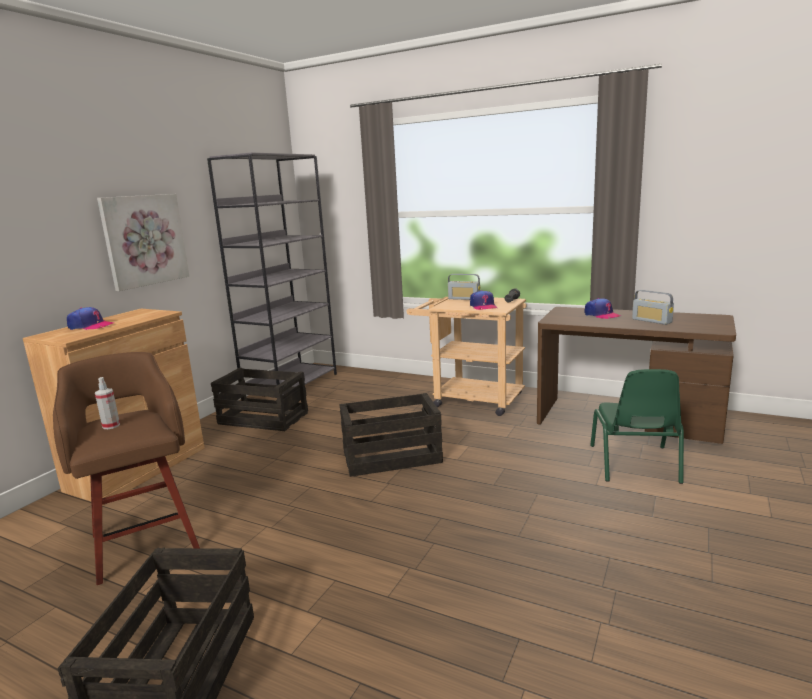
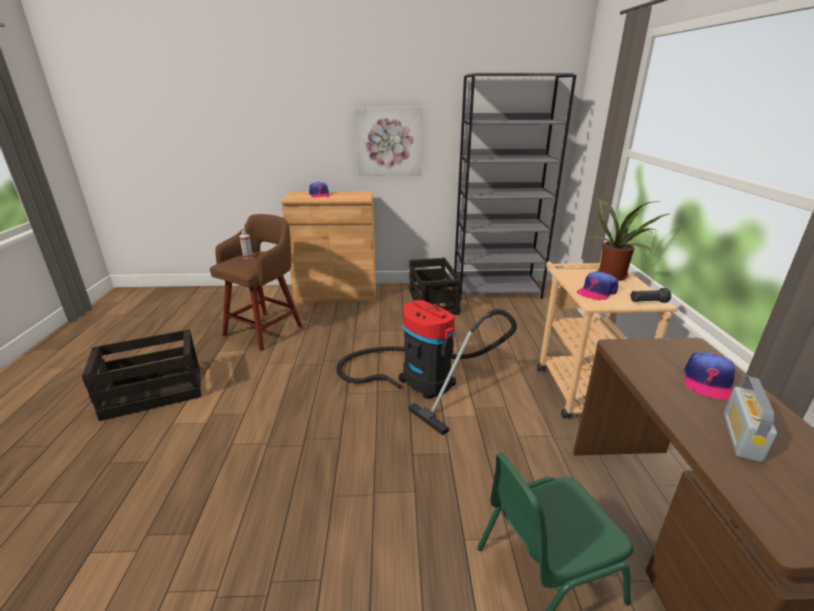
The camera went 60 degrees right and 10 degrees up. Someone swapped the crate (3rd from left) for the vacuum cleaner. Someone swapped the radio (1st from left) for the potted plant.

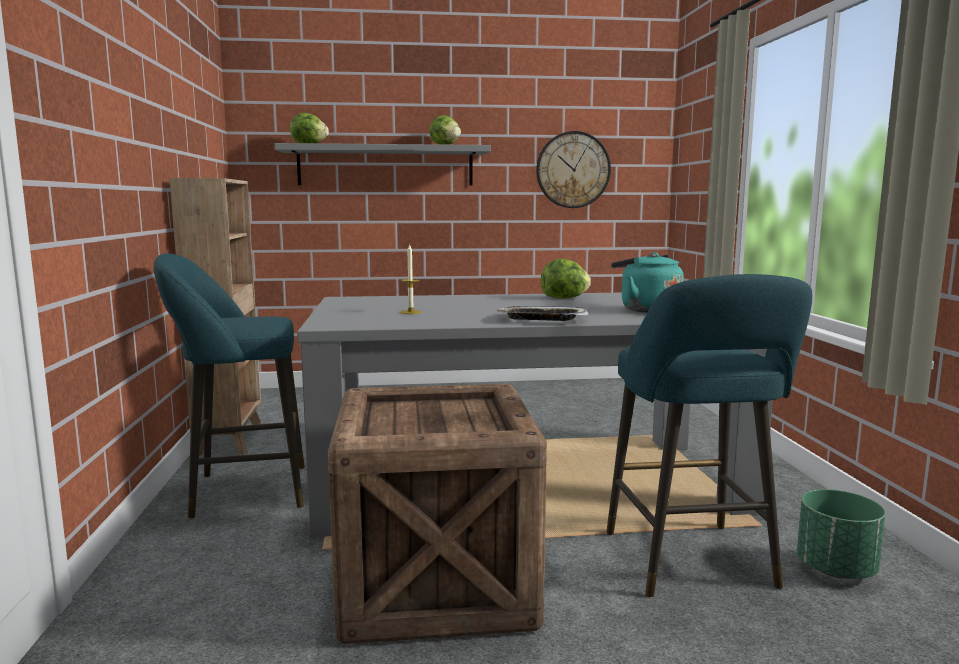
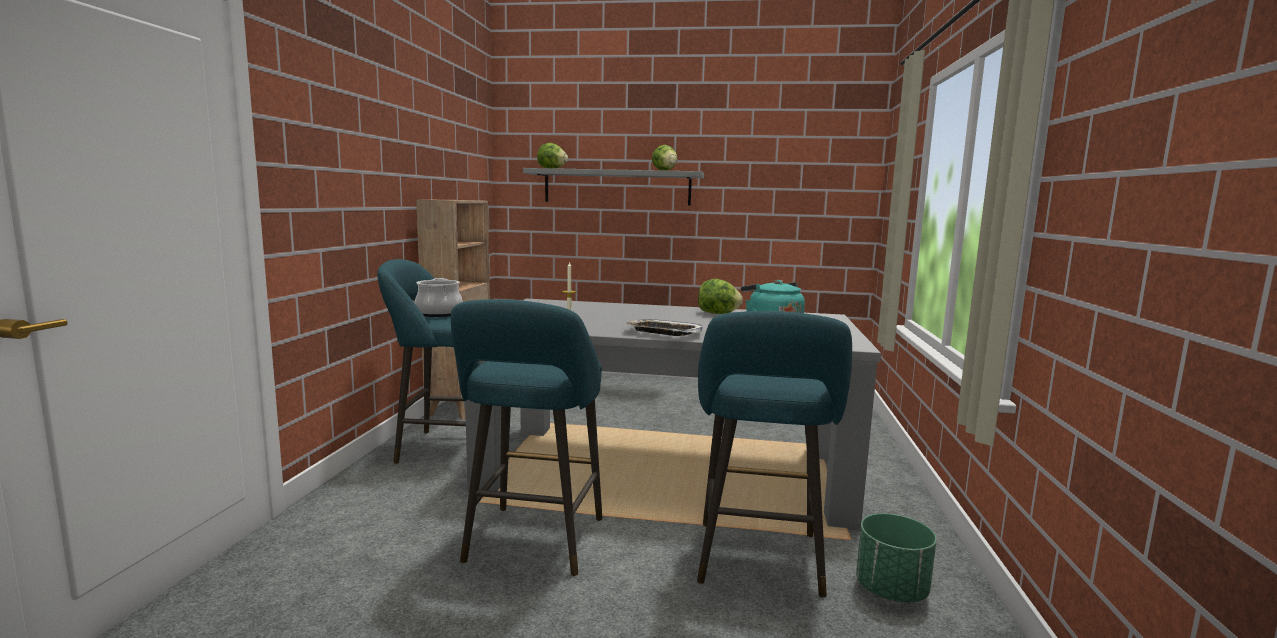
The camera went 15 degrees right and 0 degrees up. Someone put down the cooking pot. Someone swapped the crate for the stool/turquoise (2nd from left). Someone took away the wall clock.

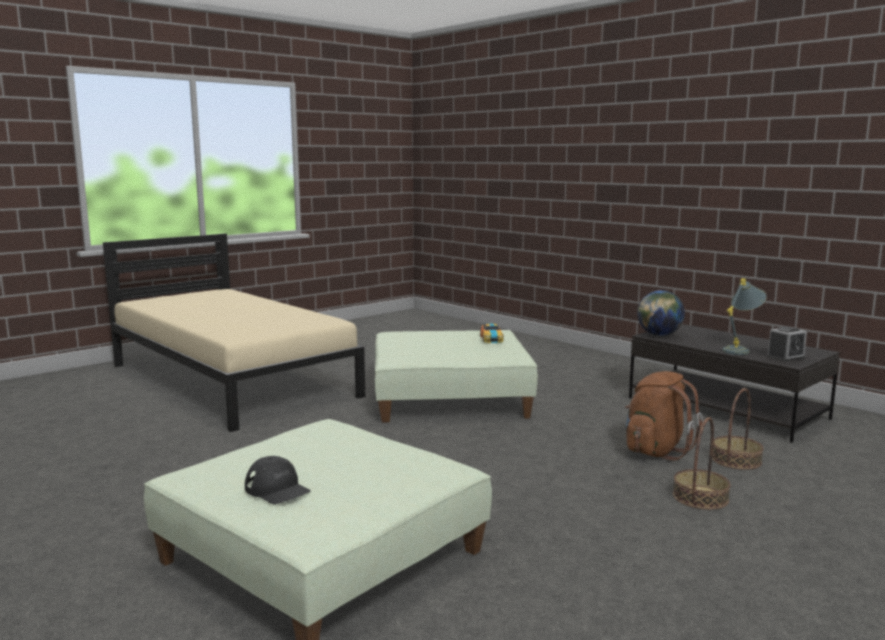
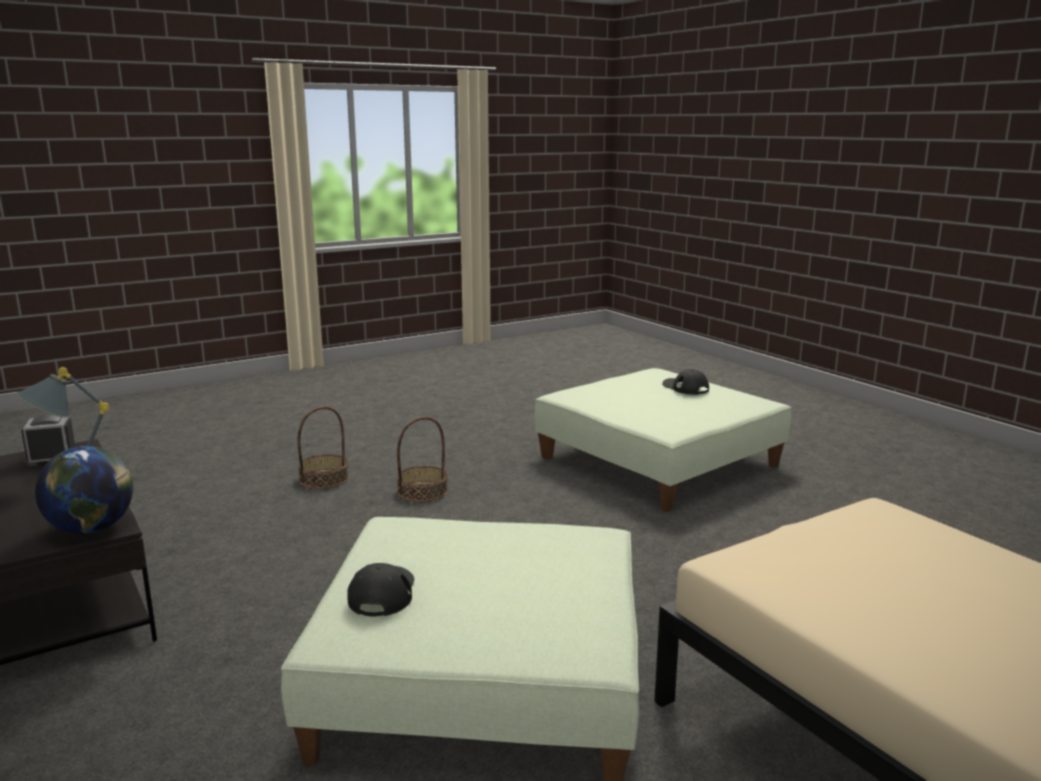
The camera went 170 degrees left and 5 degrees up. Someone swapped the toy car for the cap/black (1st from left). Someone carried the basket (2nd from left). Someone took away the backpack/brown.

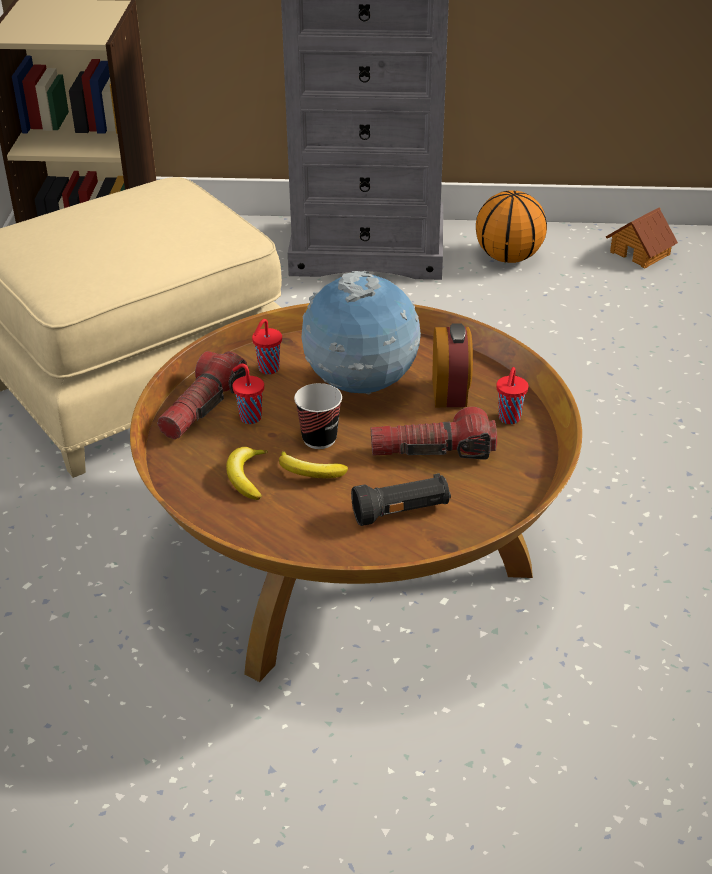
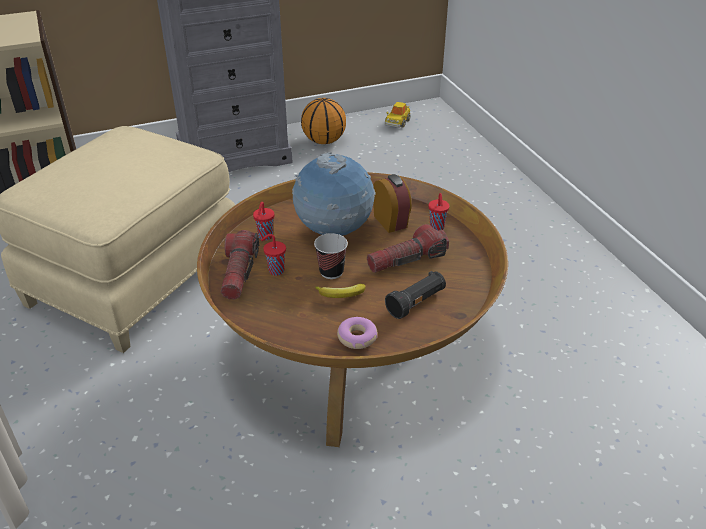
The camera went 25 degrees left and 0 degrees up. Someone put down the donut. Someone swapped the toy house for the toy car. Someone took away the banana (1st from left).

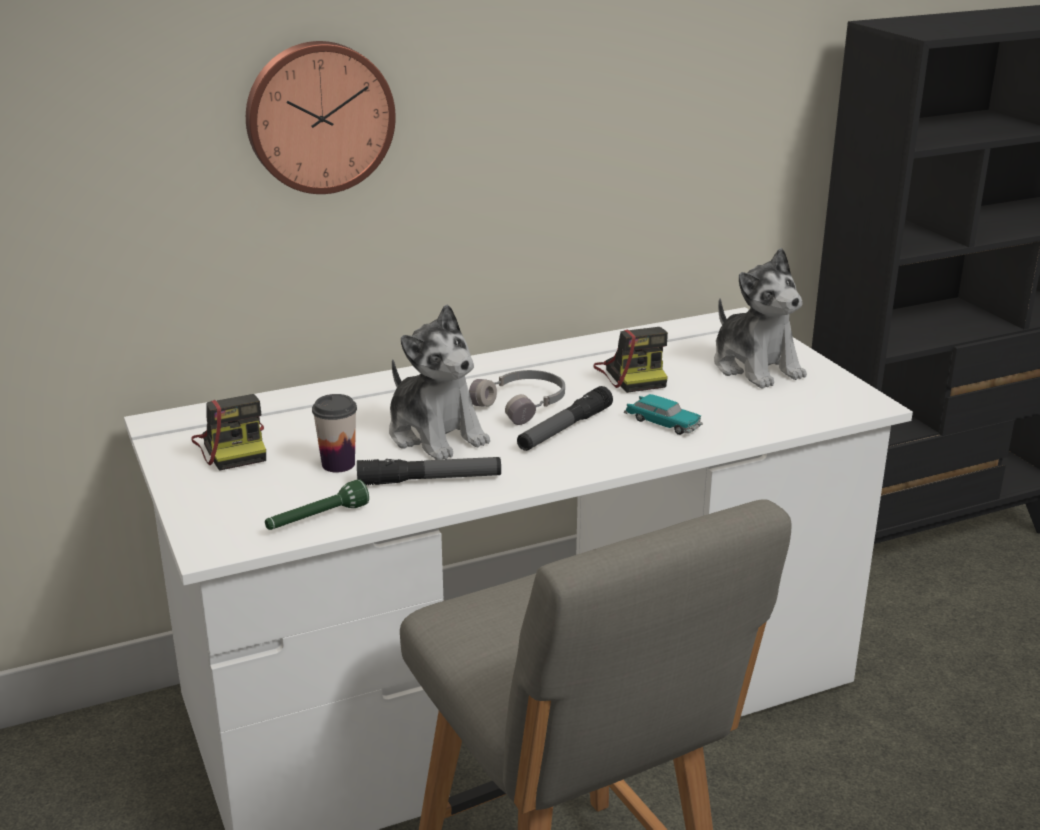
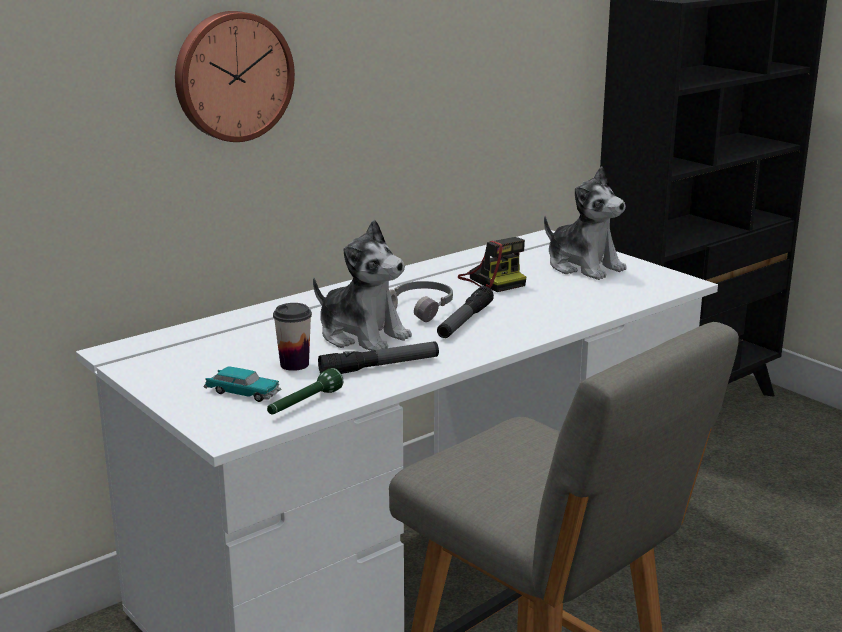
The camera went 15 degrees left and 5 degrees down. Someone carried the toy car. Someone took away the photo camera (1st from left).

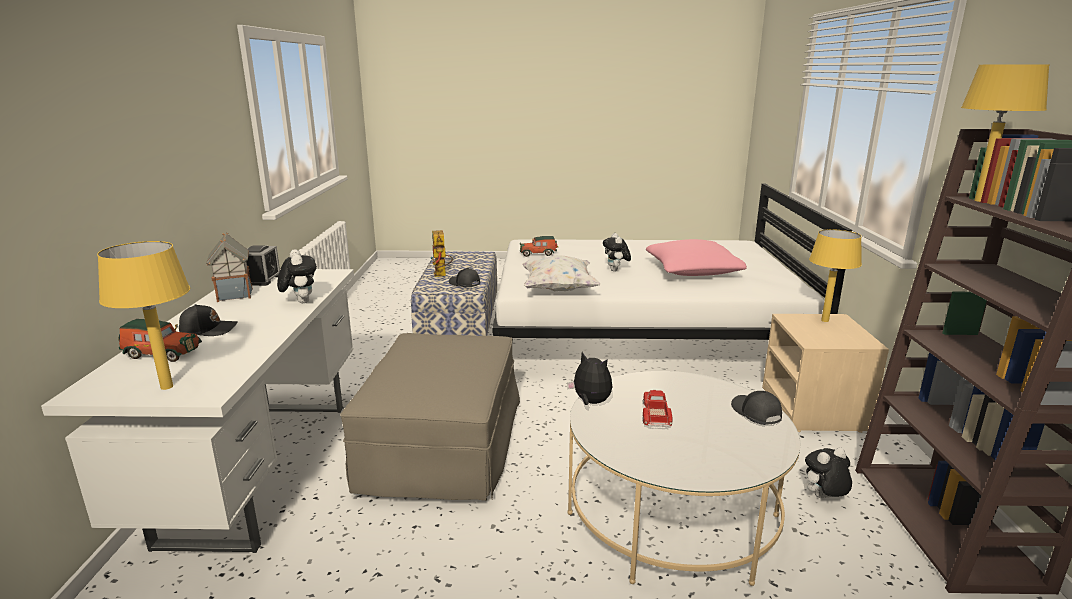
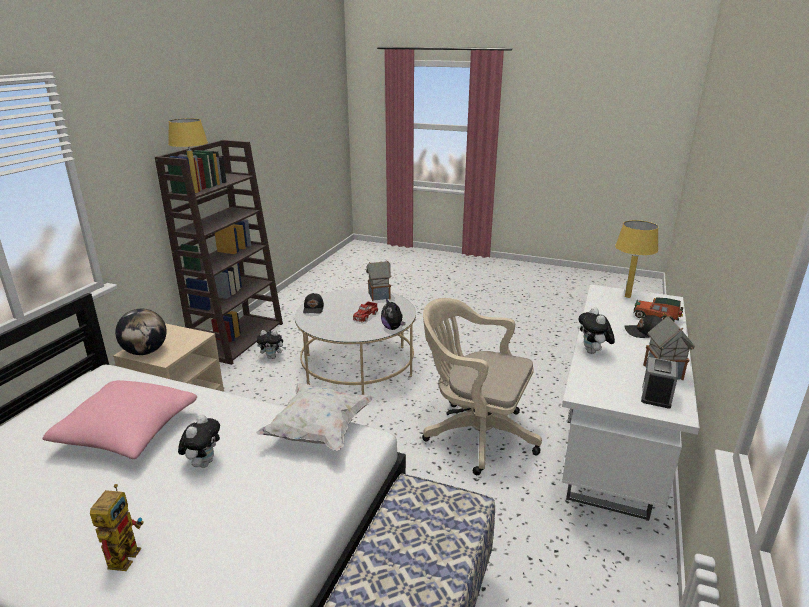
The camera went 160 degrees left and 5 degrees up. Someone carried the toy robot. Someone swapped the table lamp/yellow (2nd from left) for the globe. Someone put down the toy house (1st from left). Someone swapped the ottoman/beige for the office chair/beige. Someone took away the cap/black (2nd from left). Someone took away the toy car (2nd from left).

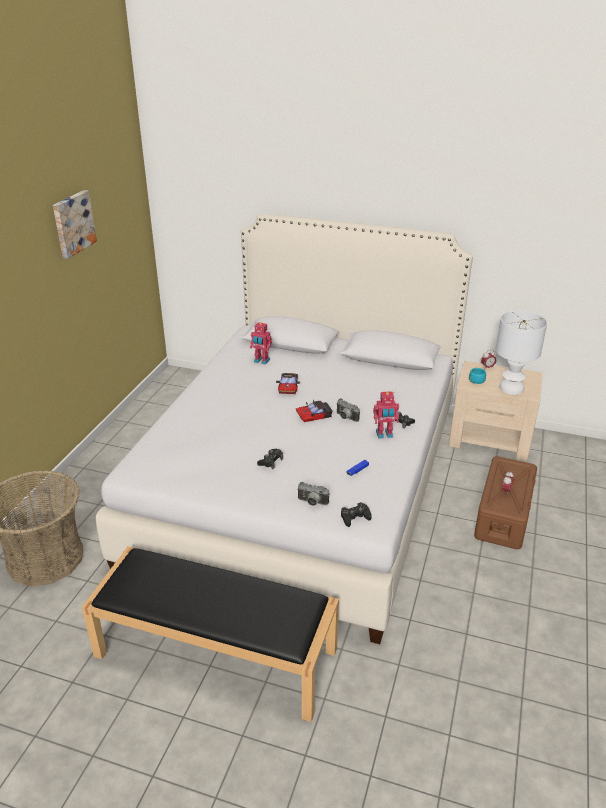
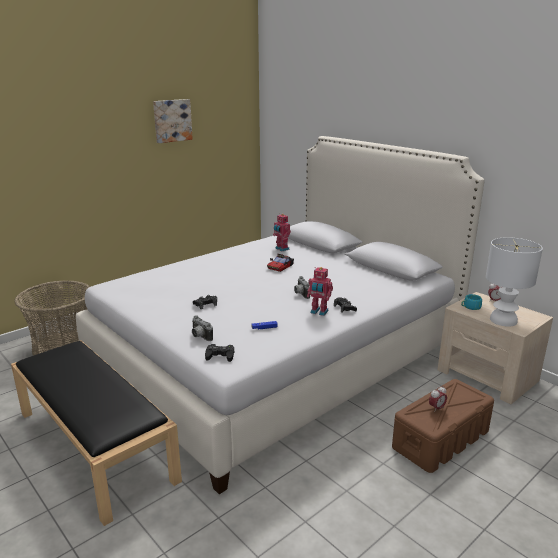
The camera went 30 degrees right and 10 degrees down. Someone took away the toy car (2nd from left).

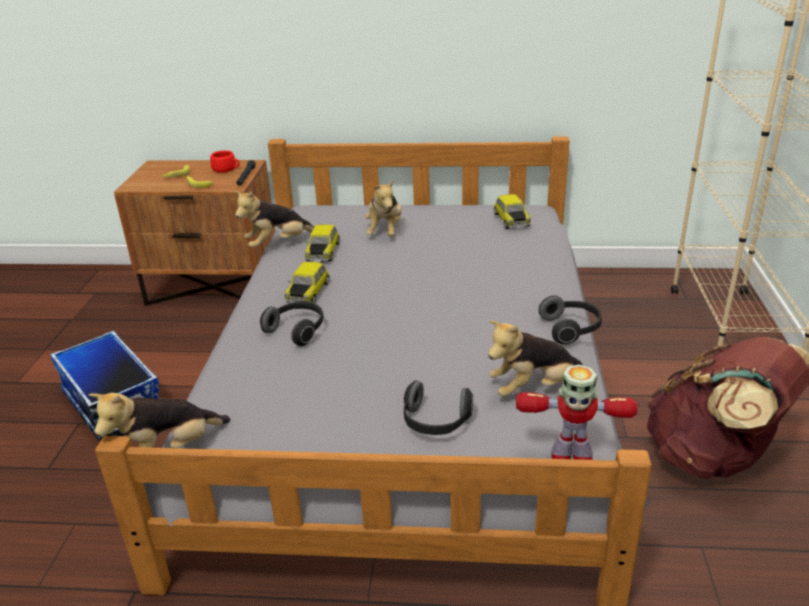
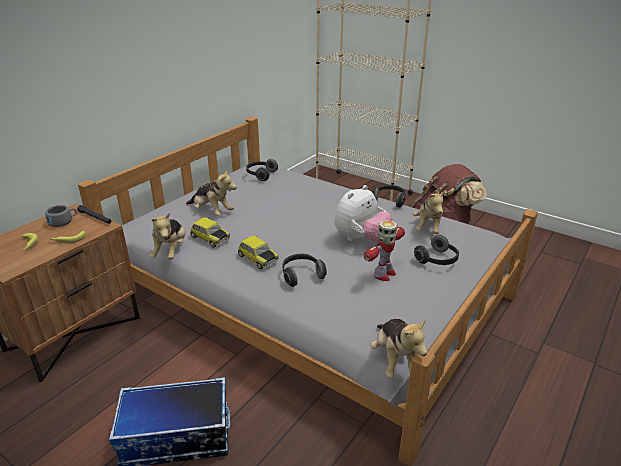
The camera went 60 degrees left and 0 degrees up. Someone repainted the cup/red, which became the cup/grey. Someone swapped the toy car (3rd from left) for the headphones (1st from left). Someone put down the plush toy (3rd from left). Someone carried the toy robot.

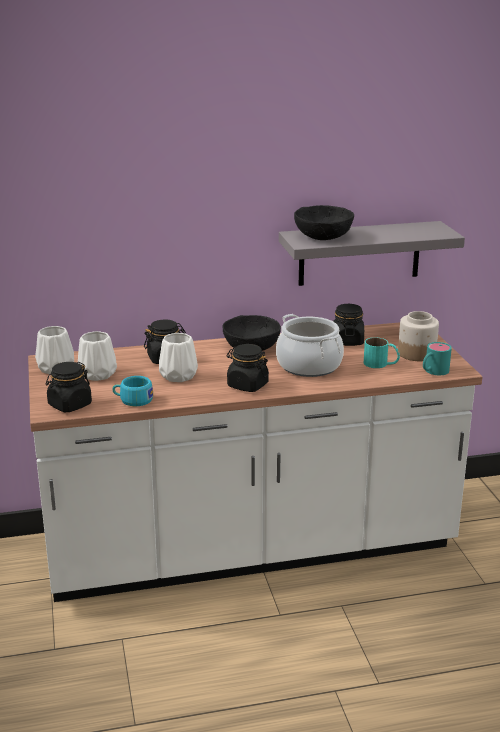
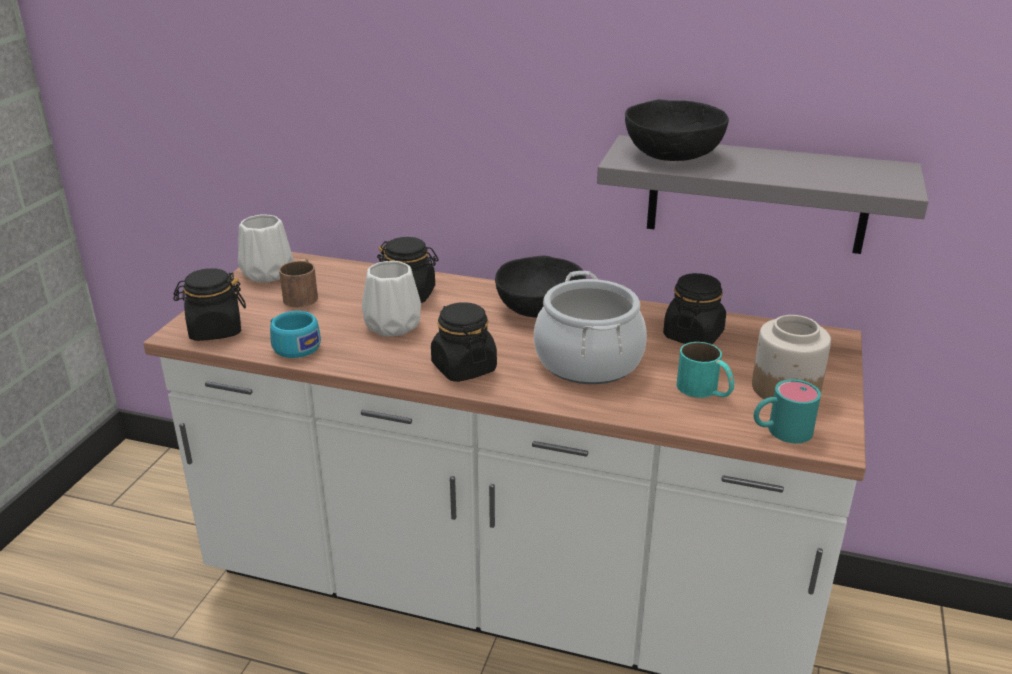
The camera went 30 degrees right and 5 degrees up. Someone swapped the vase/white (2nd from left) for the mug/brown.

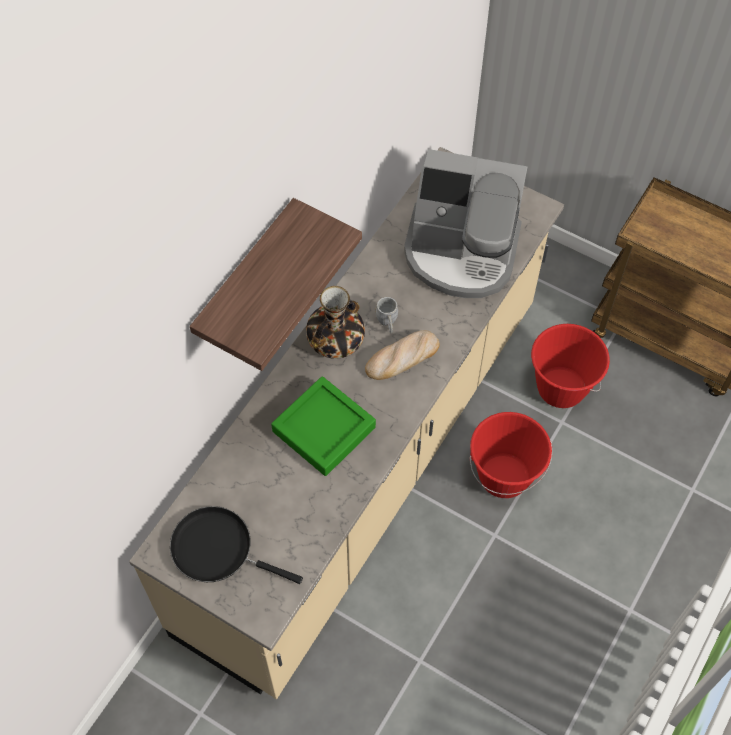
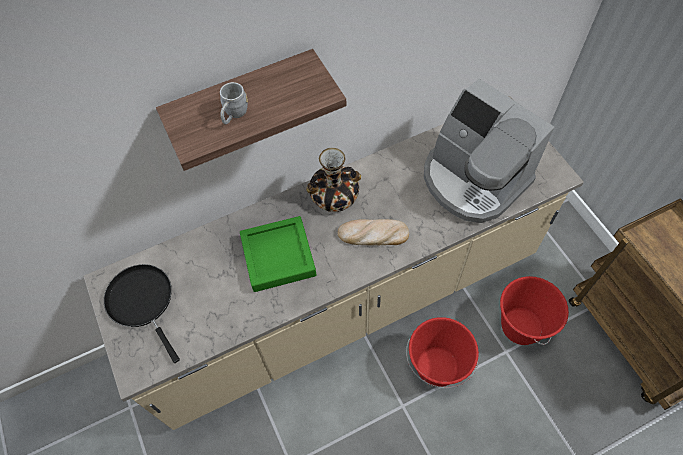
The camera went 35 degrees right and 0 degrees up. Someone carried the mug/grey.

